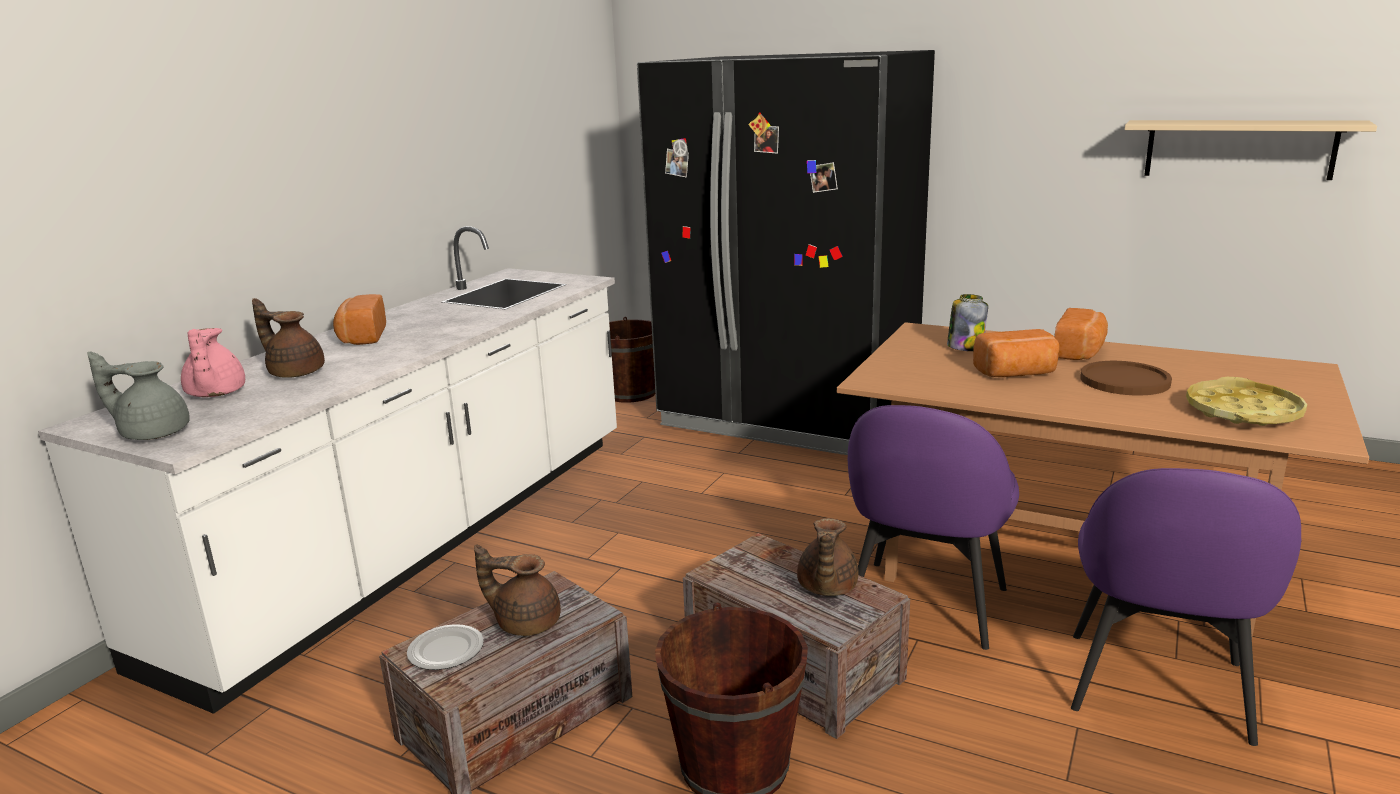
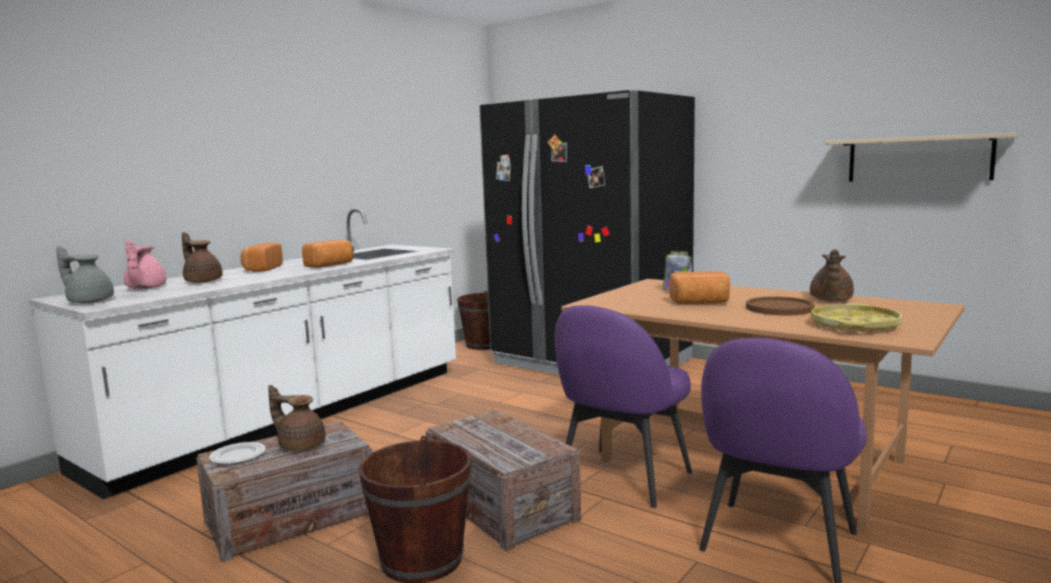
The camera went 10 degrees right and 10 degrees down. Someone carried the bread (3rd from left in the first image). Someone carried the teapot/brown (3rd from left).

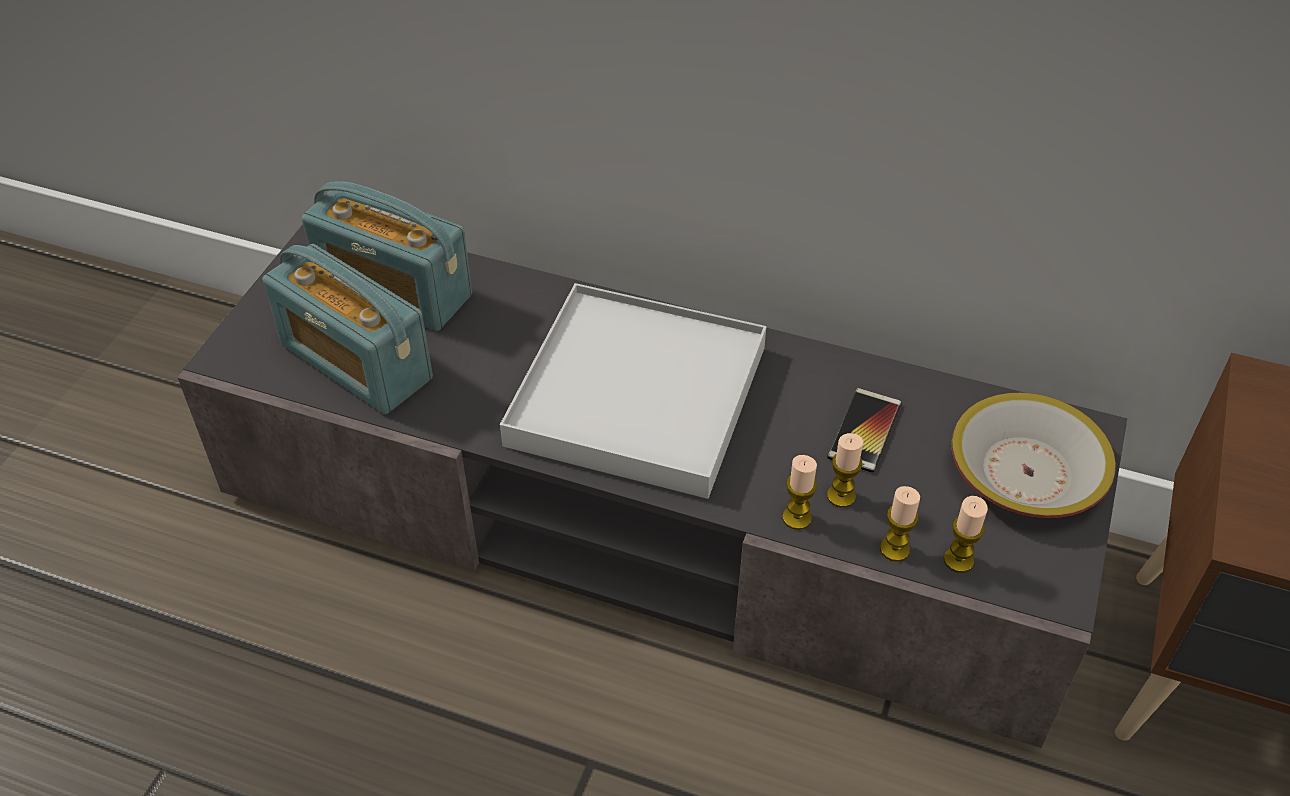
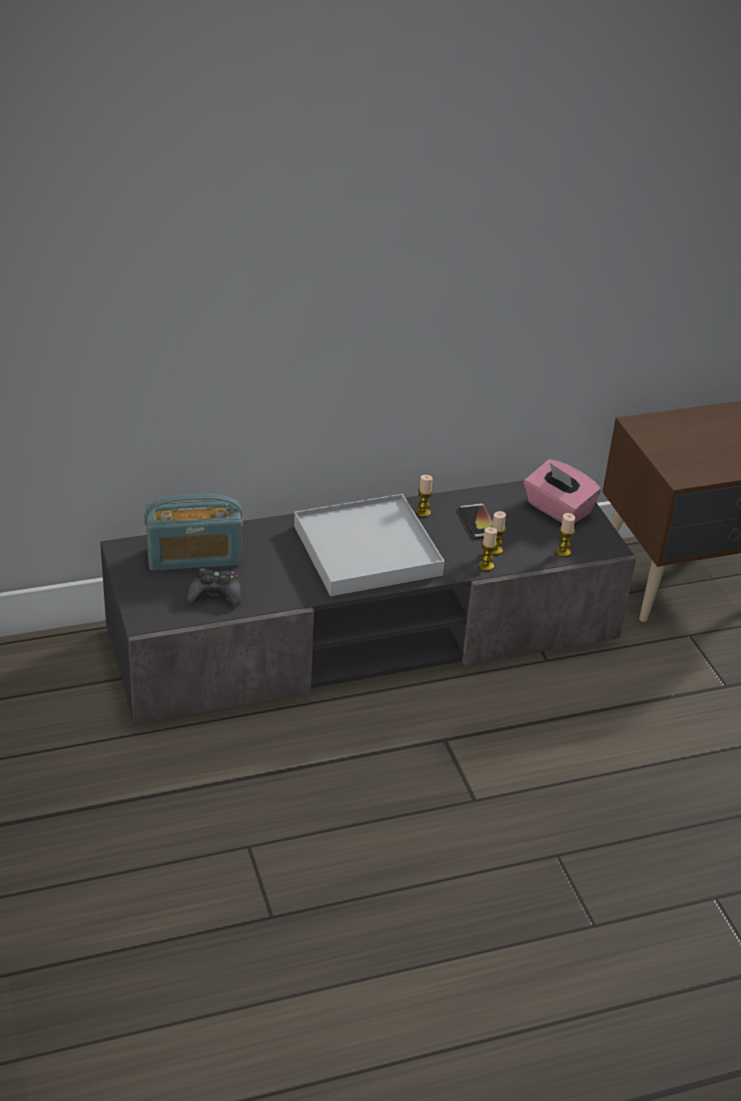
The camera went 40 degrees left and 10 degrees down. Someone swapped the radio (1st from left) for the game controller/black. Someone carried the candle (3rd from left in the first image). Someone swapped the bowl for the tissue box/pink.

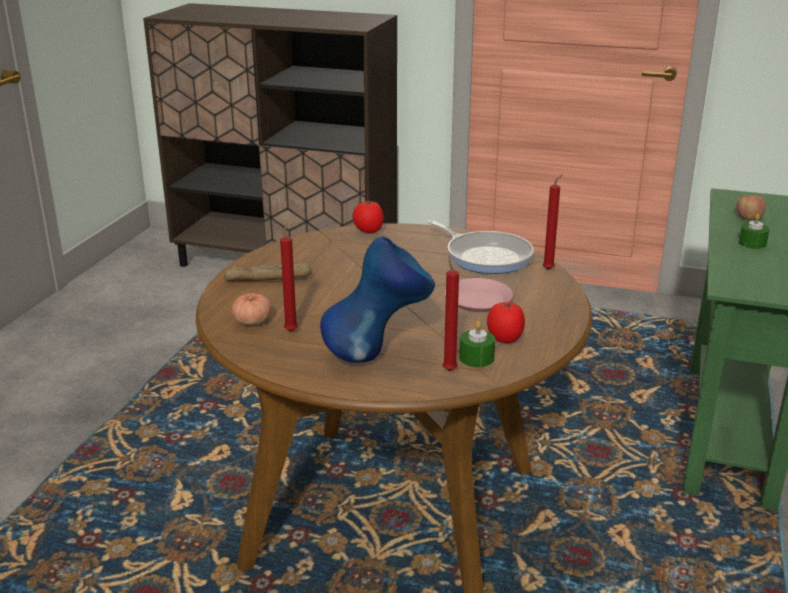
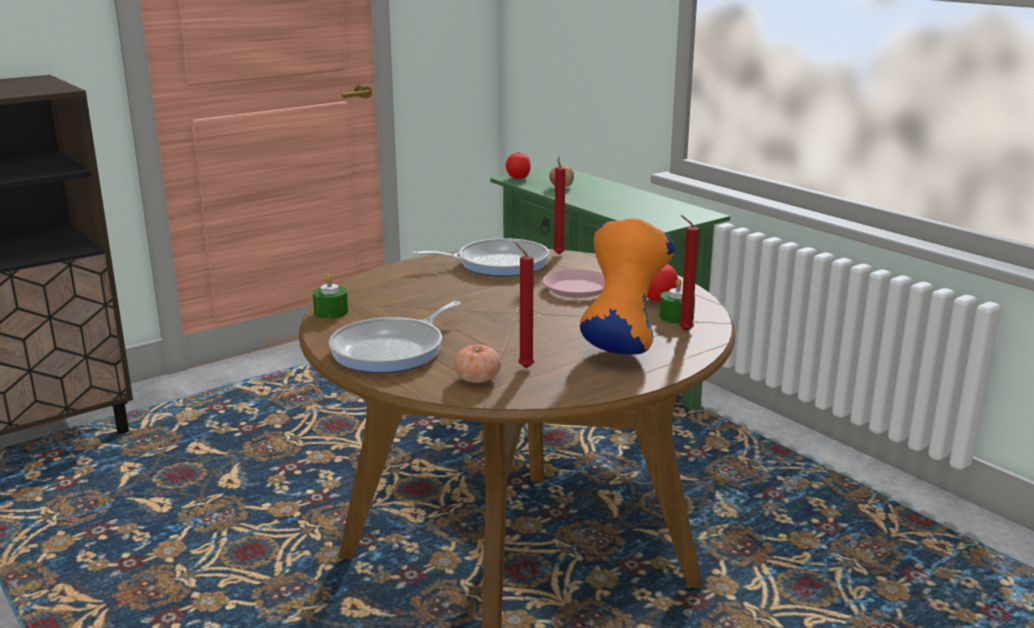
The camera went 55 degrees left and 5 degrees down. Someone carried the candle/green (2nd from left in the first image). Someone swapped the bread for the frying pan (1st from left). Someone carried the tomato (2nd from left). Someone repainted the vase/blue, which became the vase/orange.

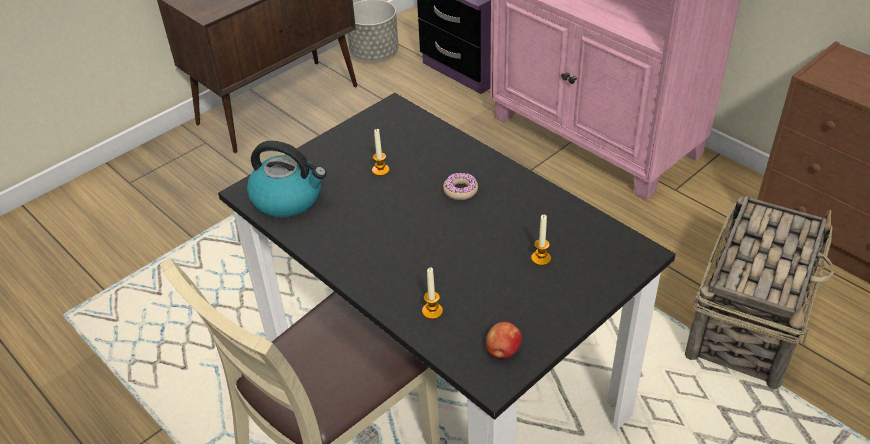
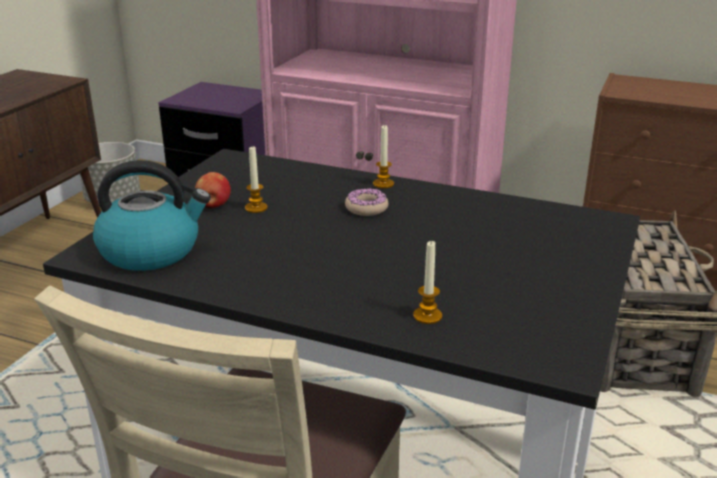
The camera went 25 degrees left and 15 degrees down. Someone carried the apple. Someone carried the candle (3rd from left in the first image).

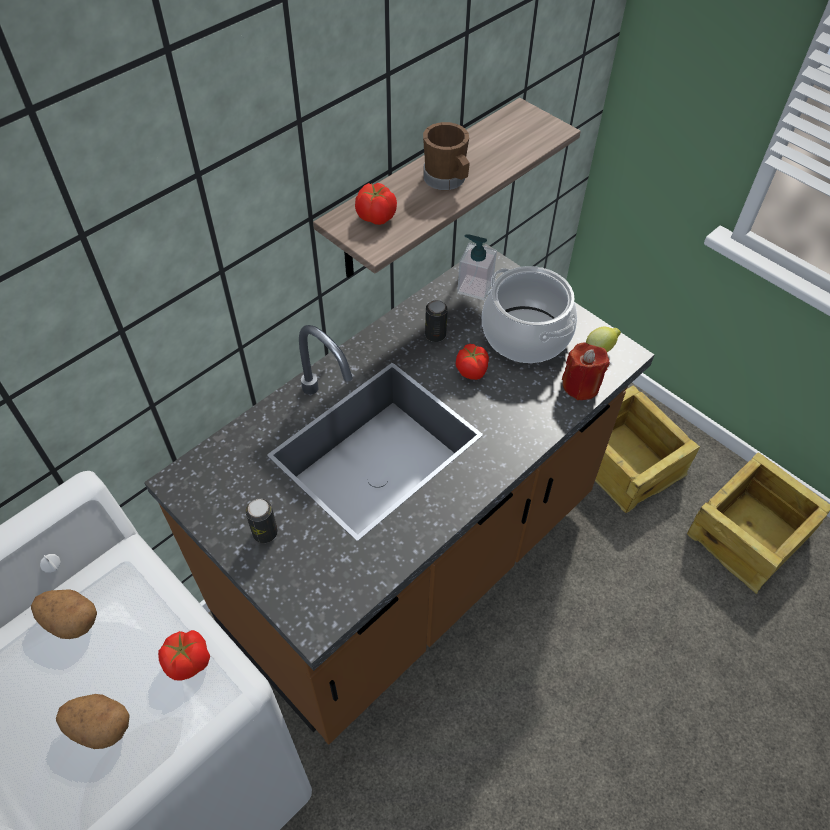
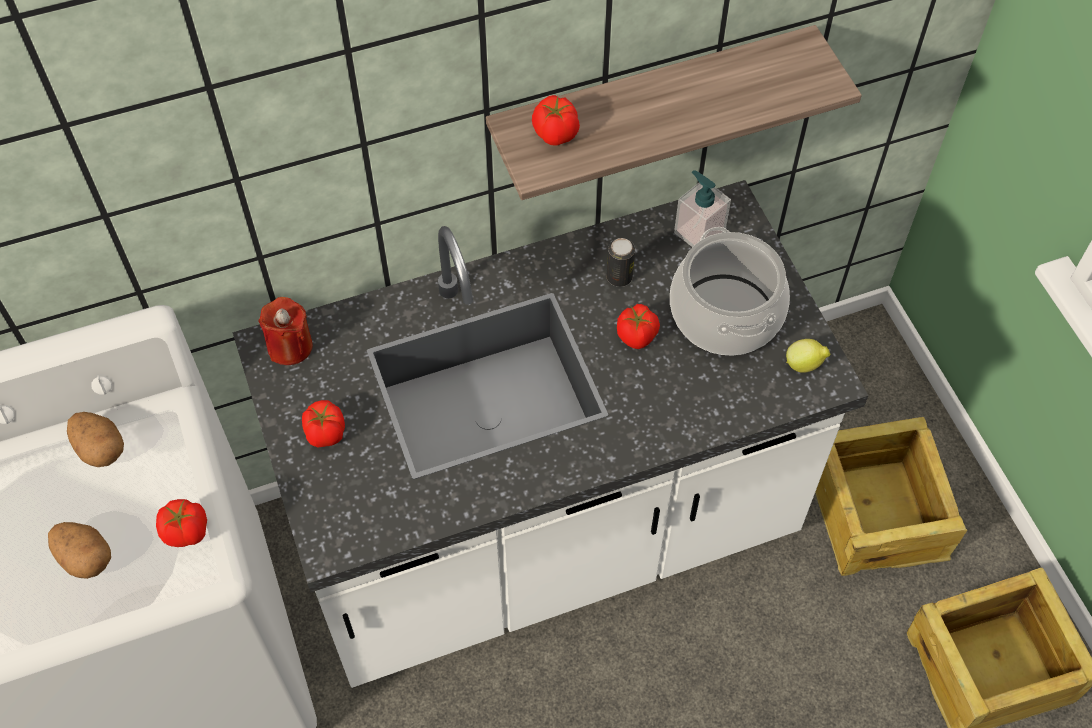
The camera went 25 degrees right and 5 degrees up. Someone repainted the counter/brown, which became the counter/white. Someone carried the candle/red. Someone swapped the can (1st from left) for the tomato (2nd from left). Someone took away the mug/brown.

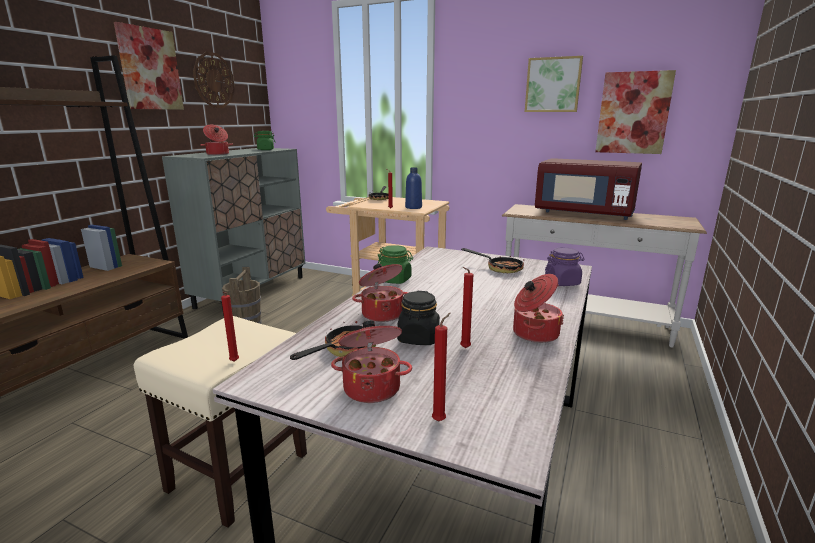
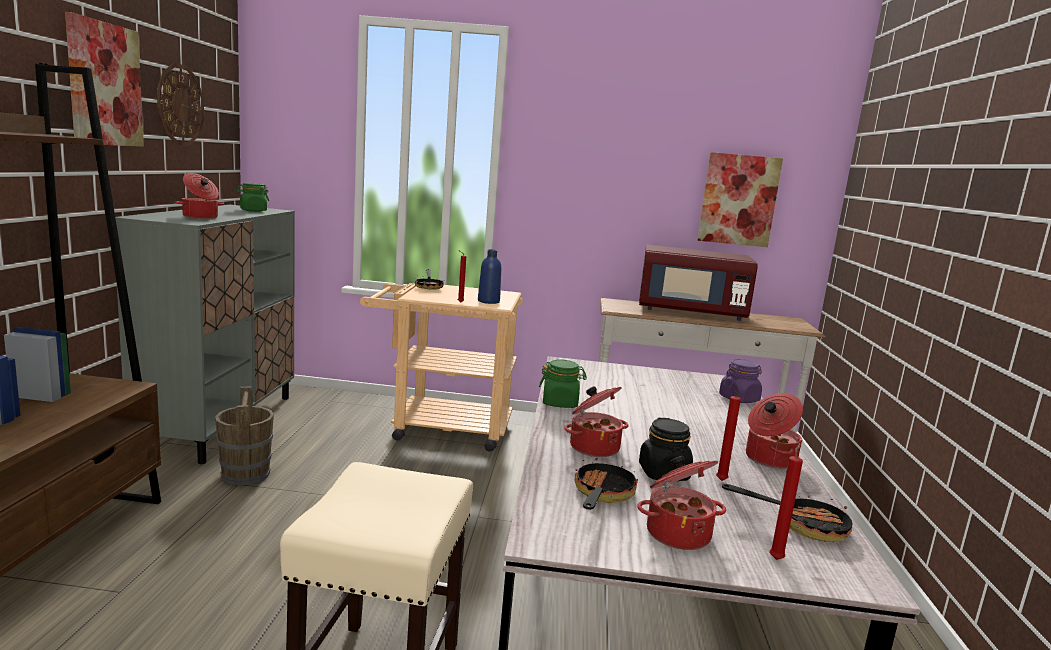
The camera went 20 degrees left and 5 degrees down. Someone carried the frying pan (3rd from left). Someone took away the candle/red (1st from left). Someone took away the picture (2nd from left).

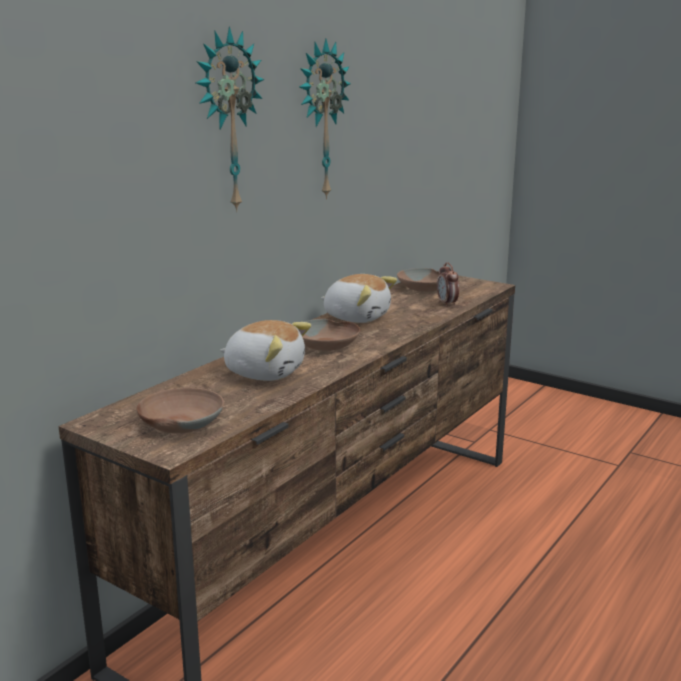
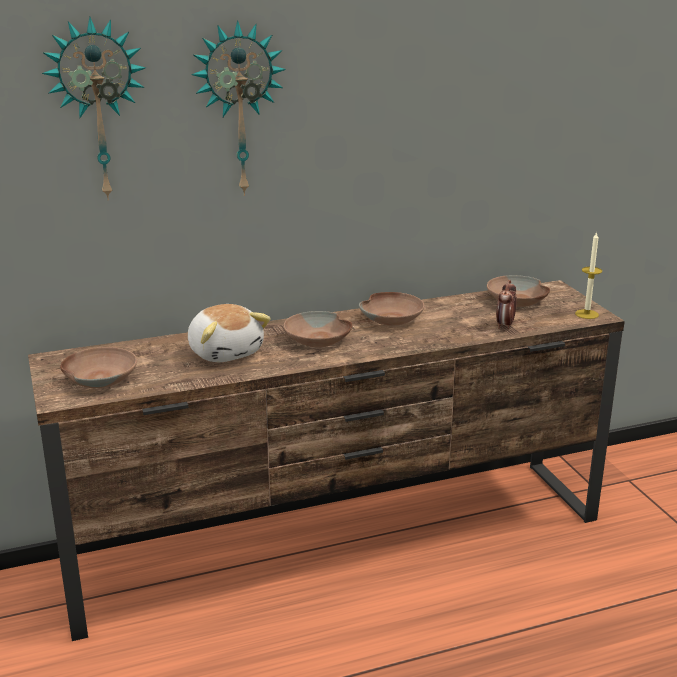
The camera went 35 degrees right and 5 degrees up. Someone carried the wall clock (2nd from left in the first image). Someone swapped the plush toy (2nd from left) for the bowl/brown (3rd from left). Someone put down the candle.

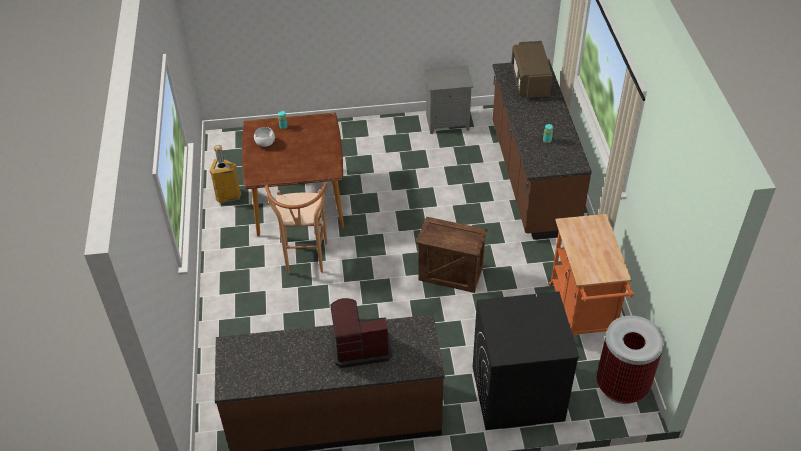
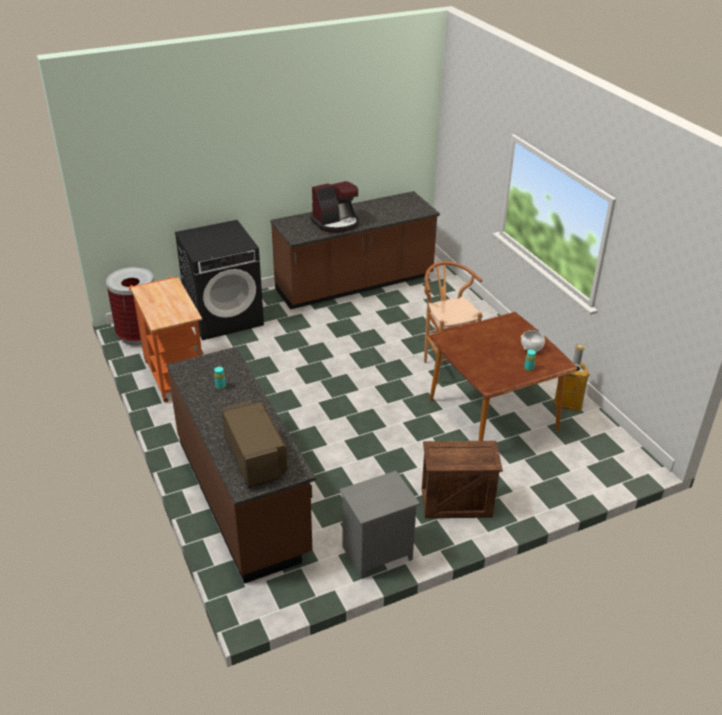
The camera went 160 degrees right and 10 degrees down. Someone carried the crate.

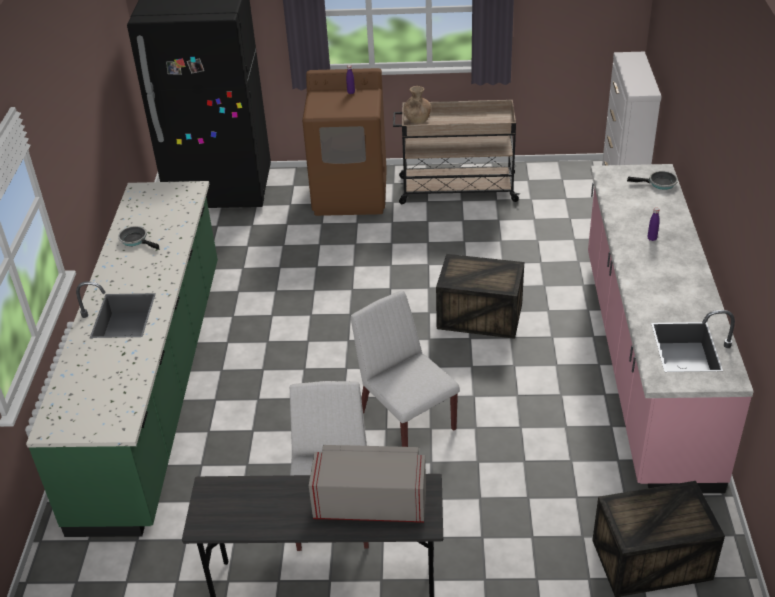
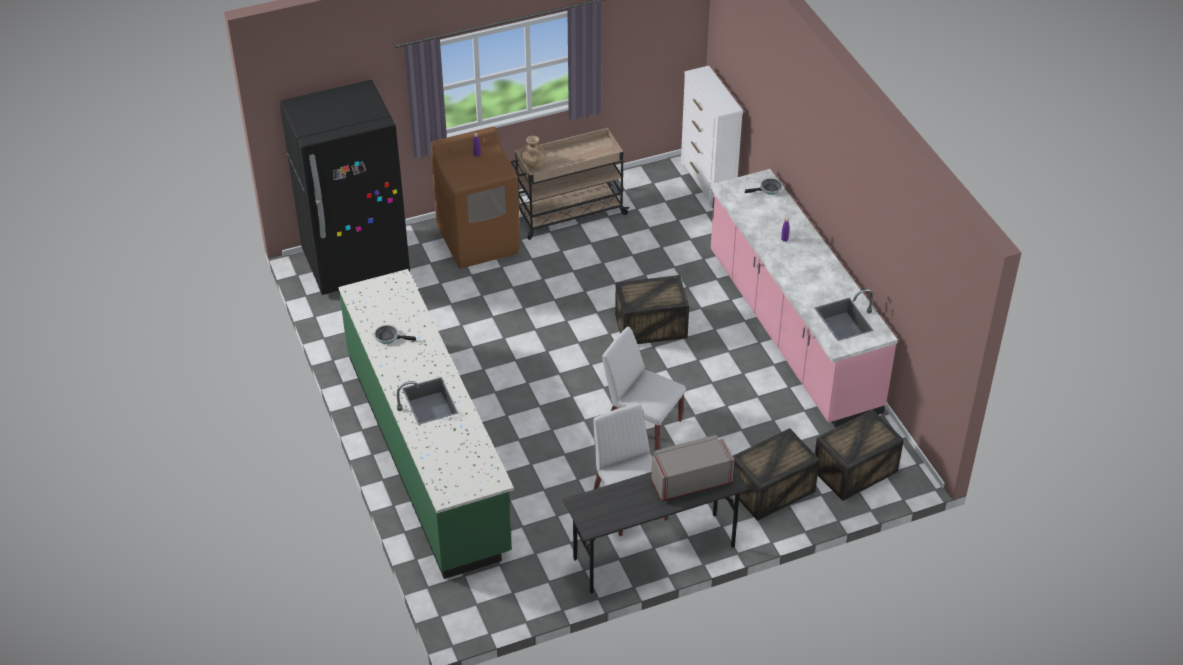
The camera went 25 degrees left and 5 degrees up. Someone put down the crate (2nd from left).

